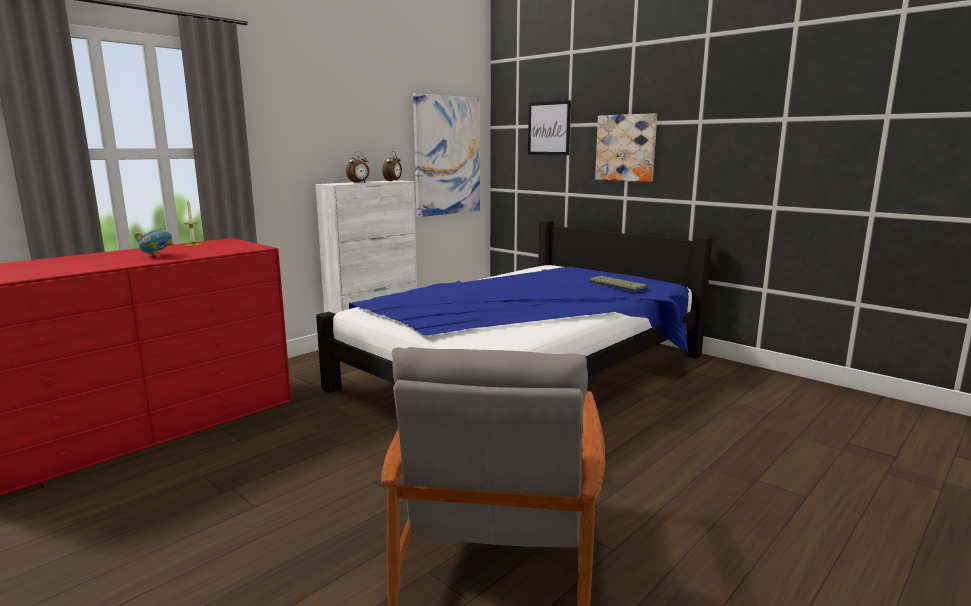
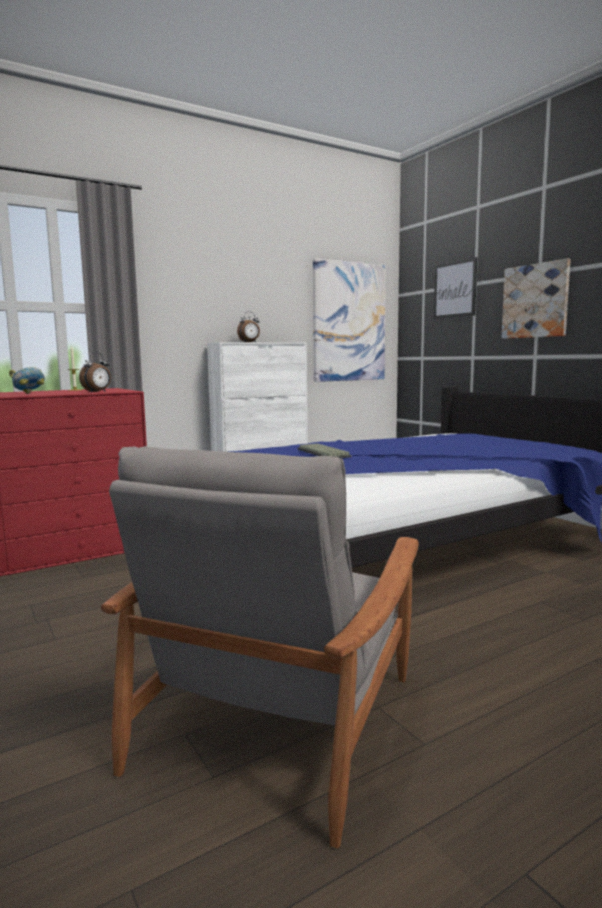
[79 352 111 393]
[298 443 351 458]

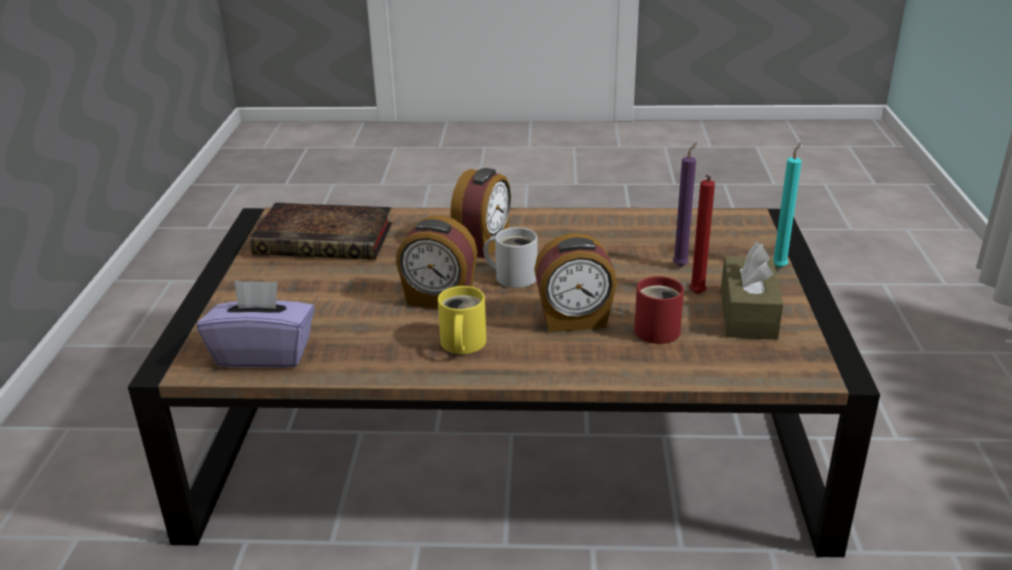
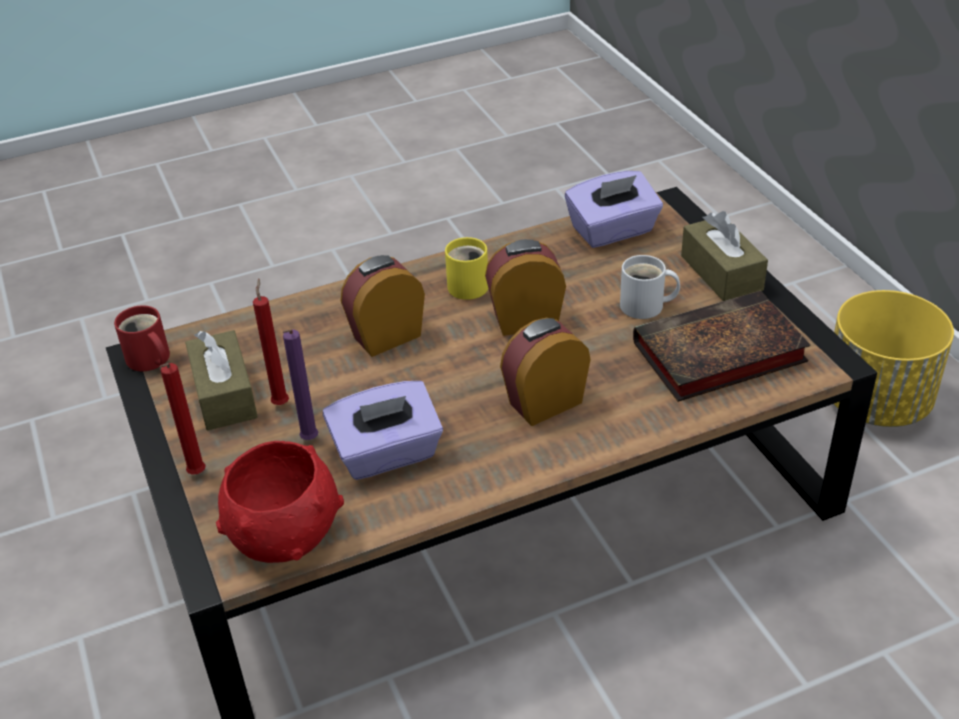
[114 305 170 371]
[159 363 206 475]
[216 441 344 563]
[323 381 443 480]
[500 318 591 426]
[620 255 680 319]
[681 211 768 301]
[834 290 954 427]

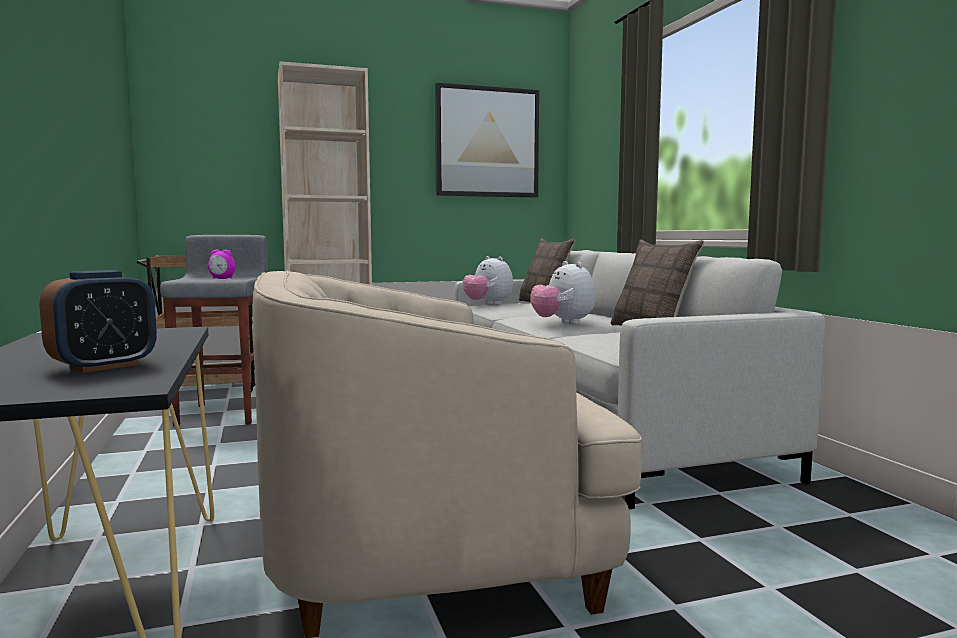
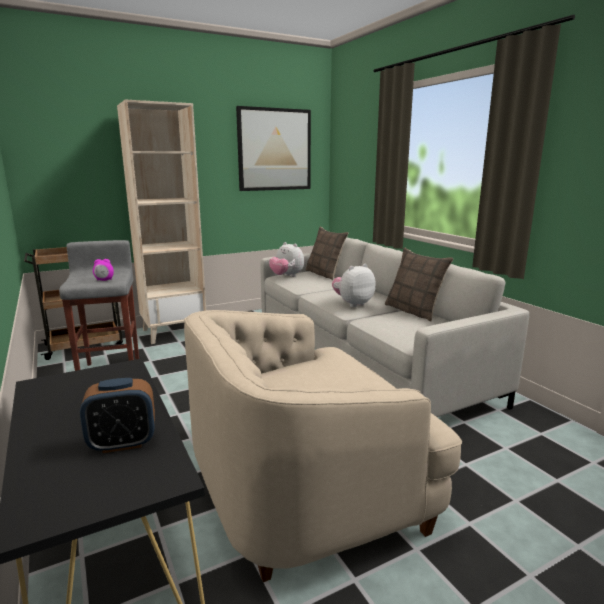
[80 378 155 453]
[332 264 376 307]

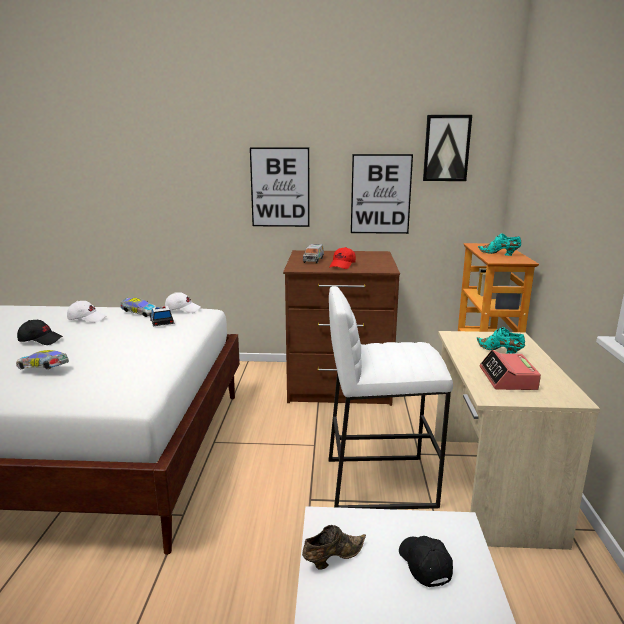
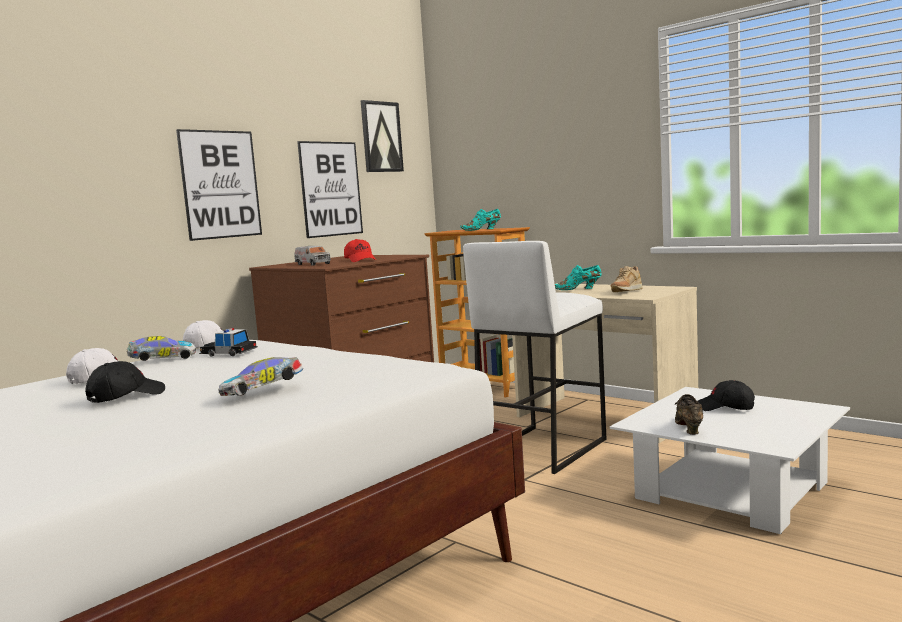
[611 266 642 292]

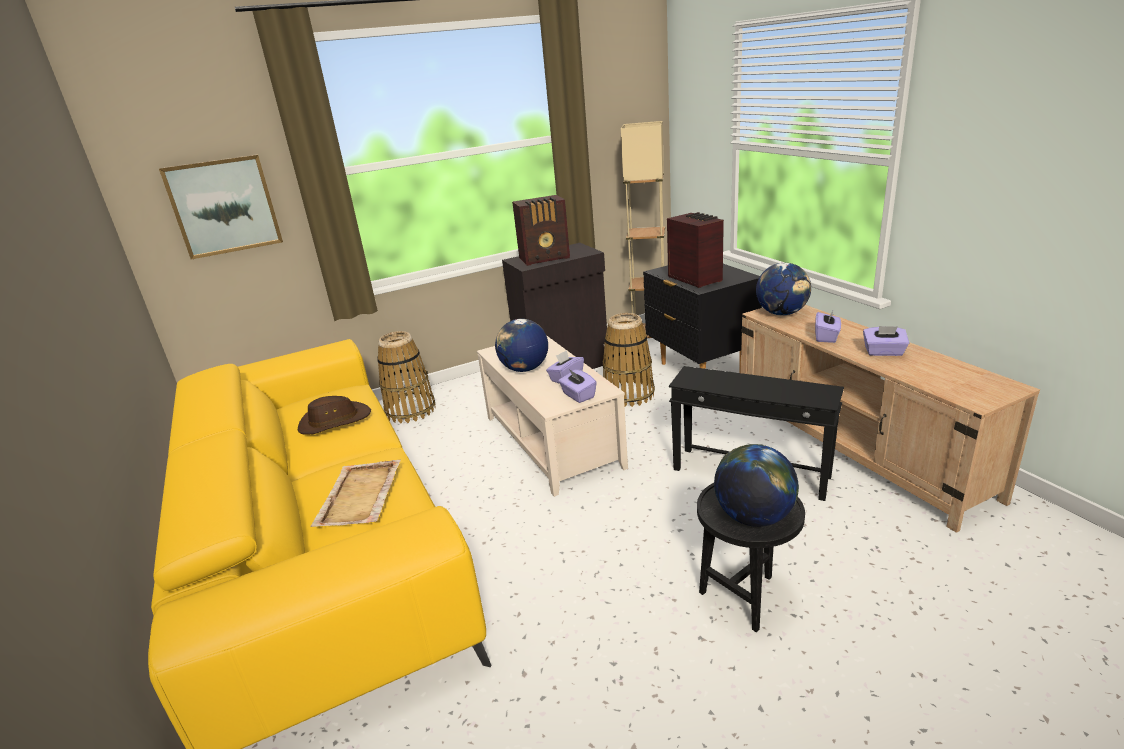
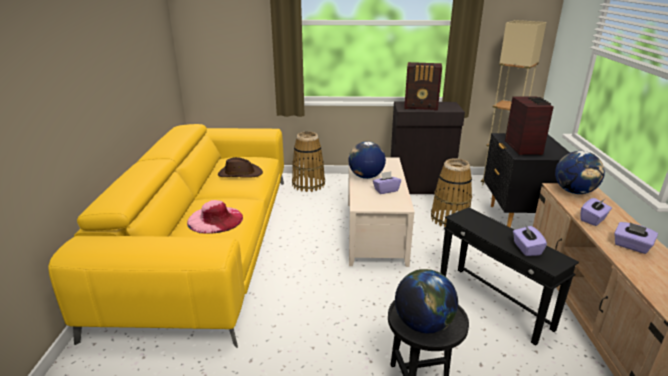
[187 200 243 234]
[513 224 547 256]
[159 154 283 259] (first image)

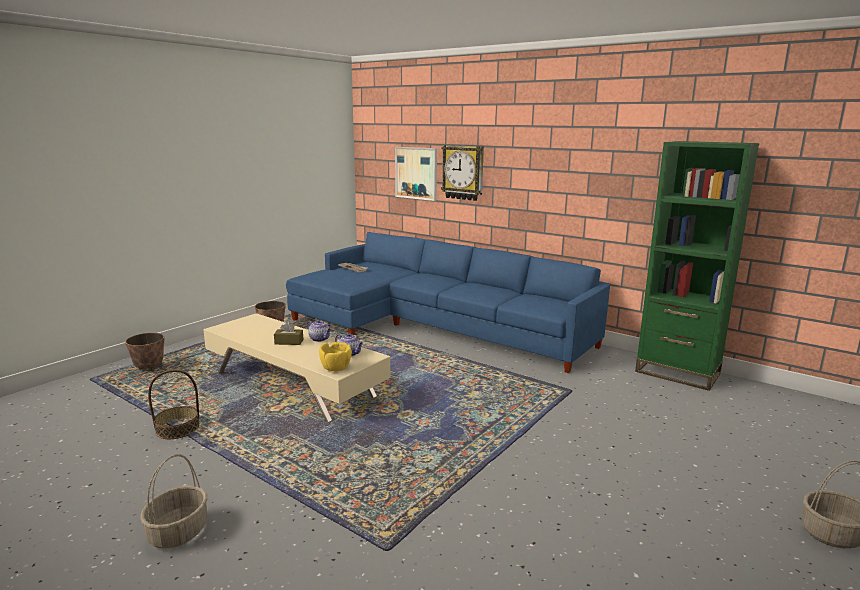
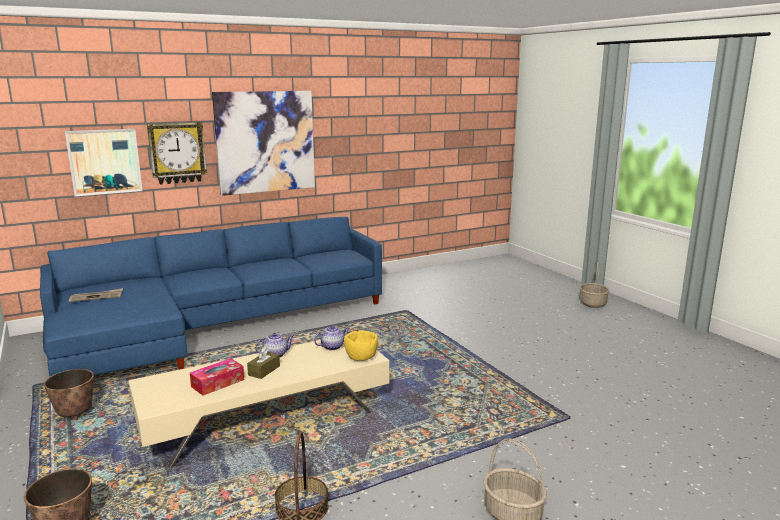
[190 358 244 395]
[212 91 315 196]
[635 141 759 391] (first image)

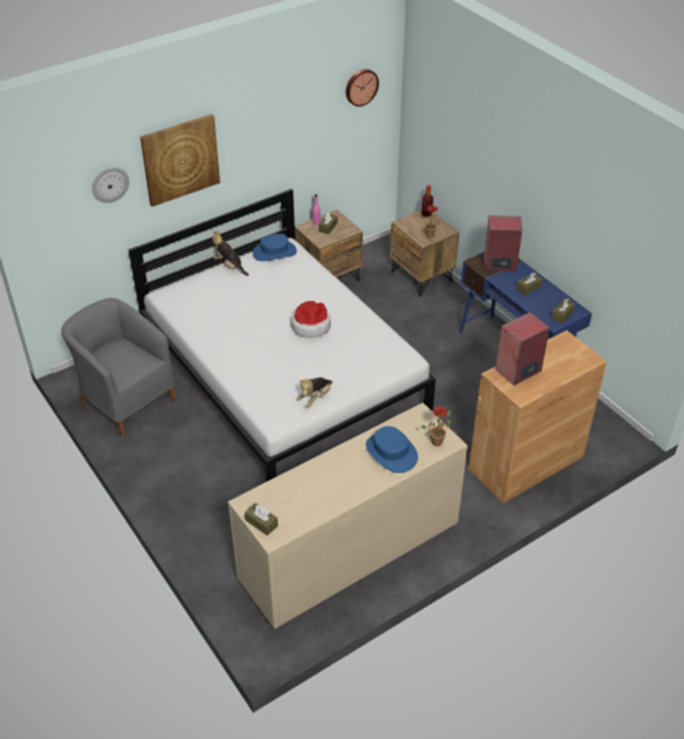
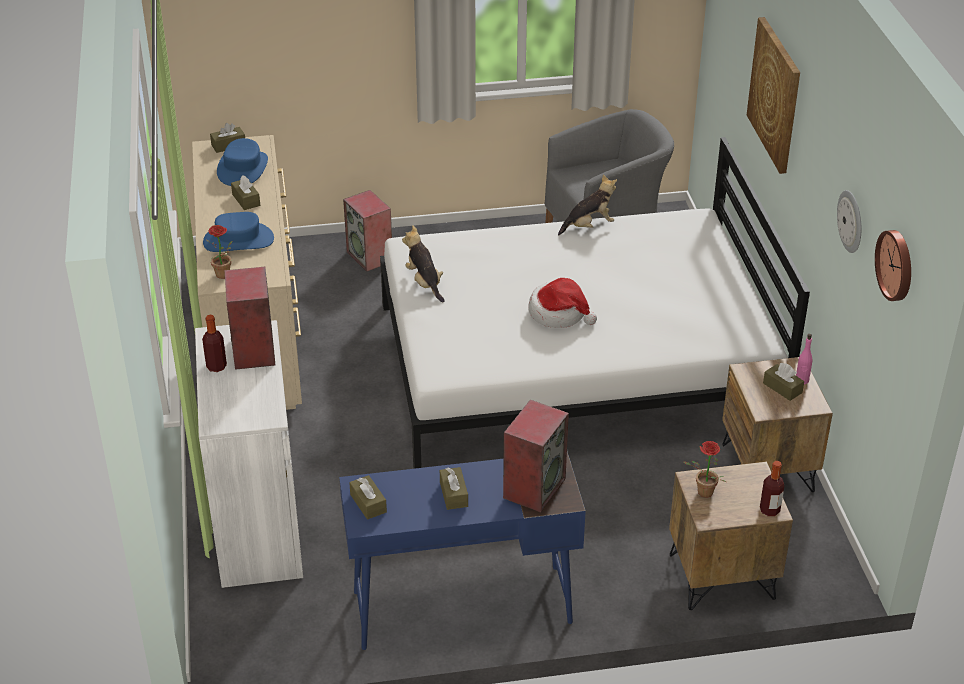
[195 320 303 588]
[202 315 227 372]
[217 138 268 186]
[231 175 260 210]
[343 190 392 272]
[558 174 617 235]
[837 190 861 253]

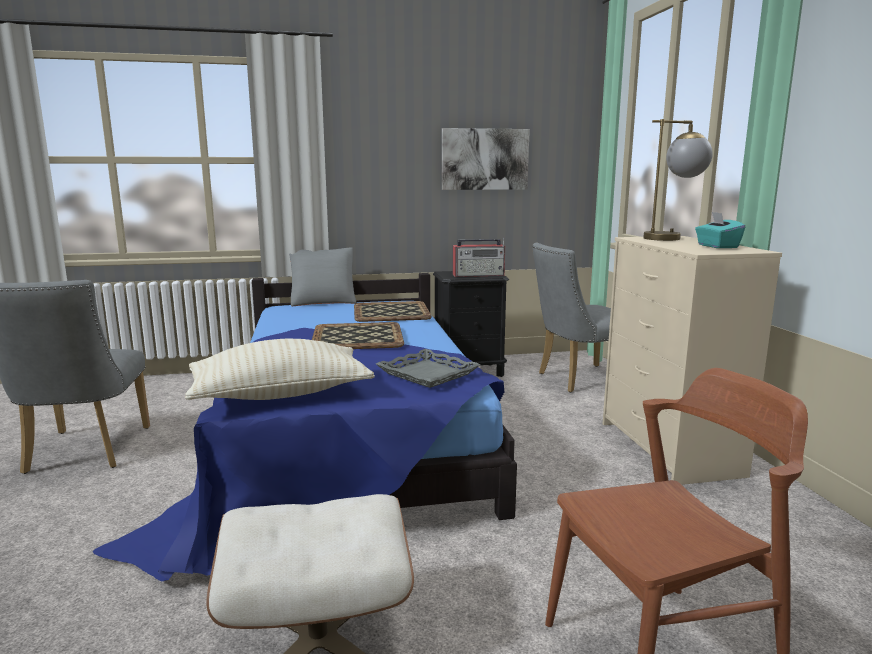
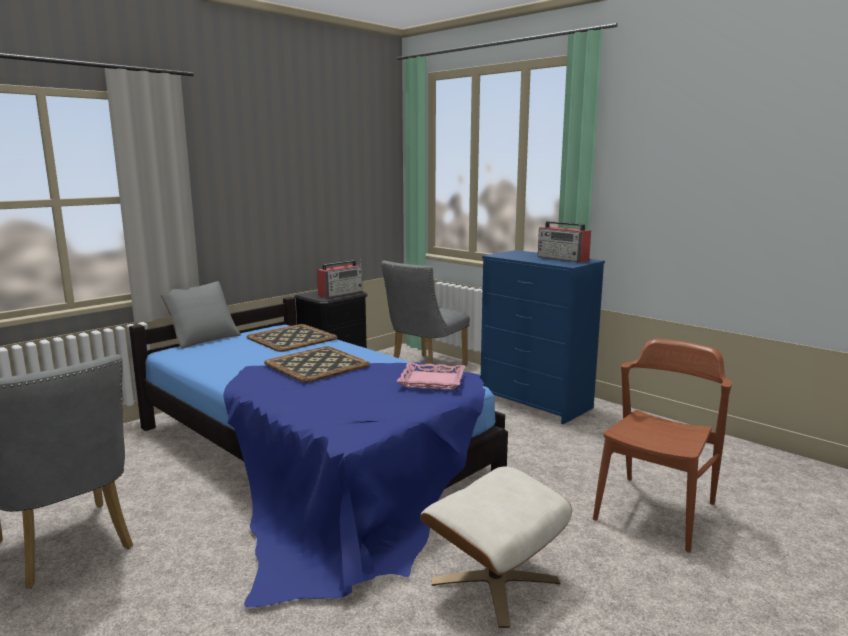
[397 362 465 390]
[481 250 605 424]
[538 221 591 263]
[185 339 375 400] (first image)
[442 128 530 190] (first image)
[643 119 713 241] (first image)

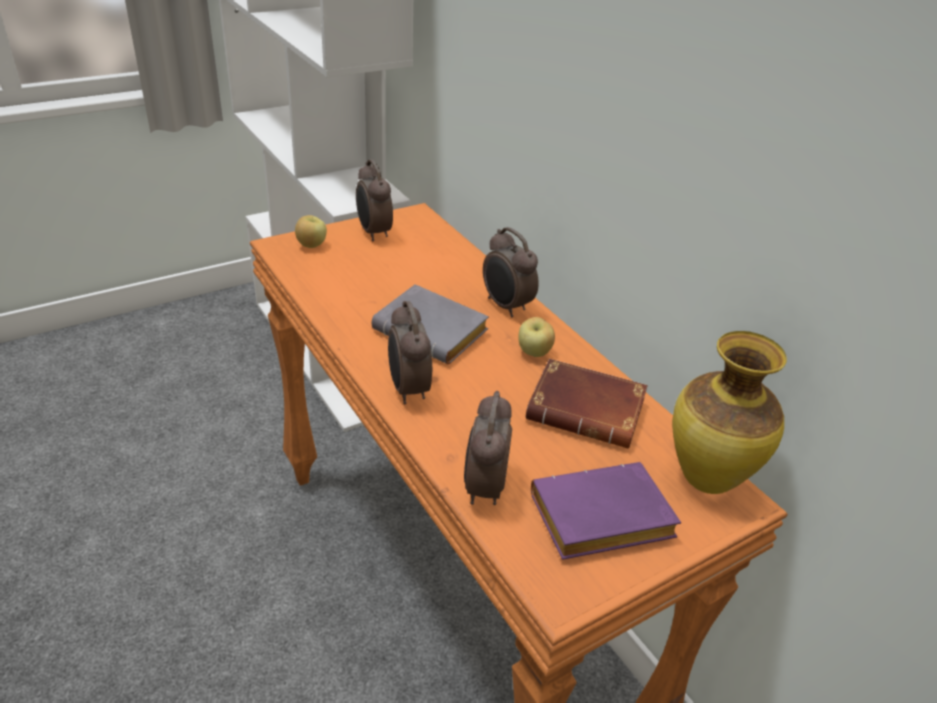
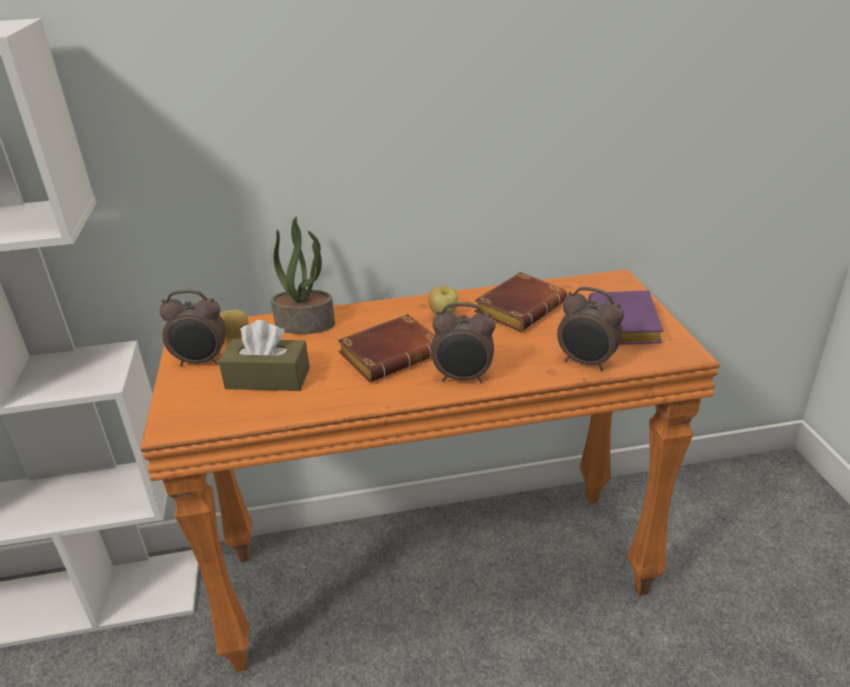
[218 320 310 391]
[220 310 248 340]
[271 217 335 334]
[337 314 434 382]
[483 227 539 317] (first image)
[672 331 787 494] (first image)

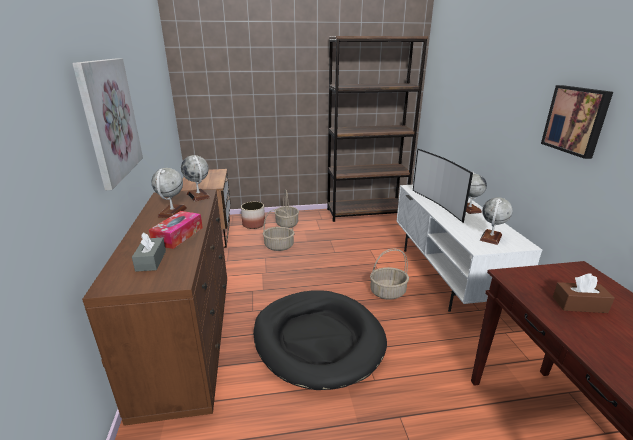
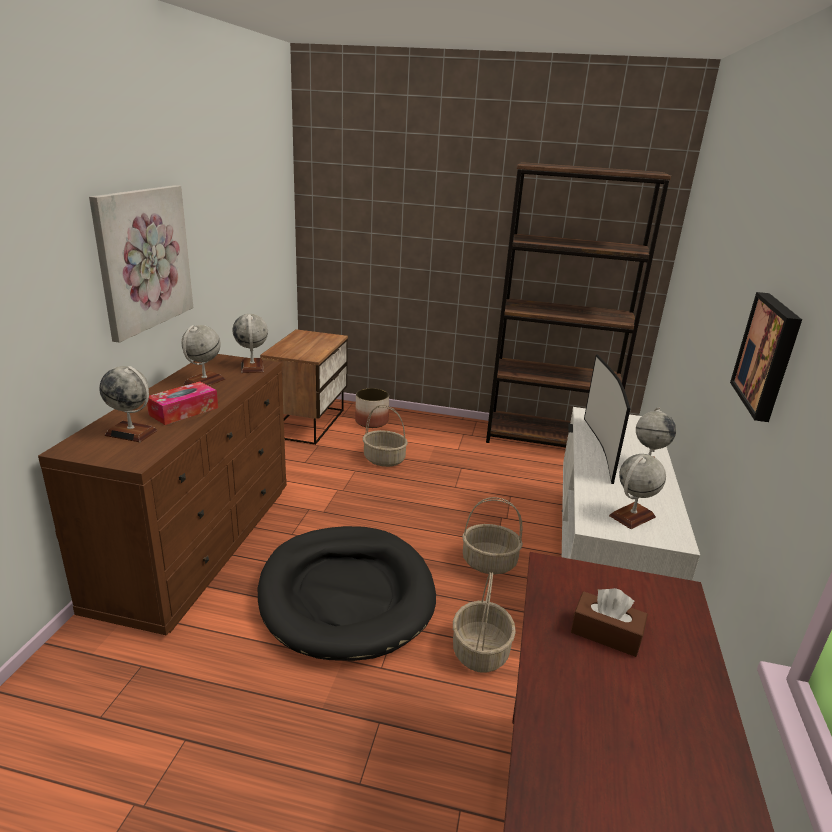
[99 366 157 442]
[453 572 516 673]

